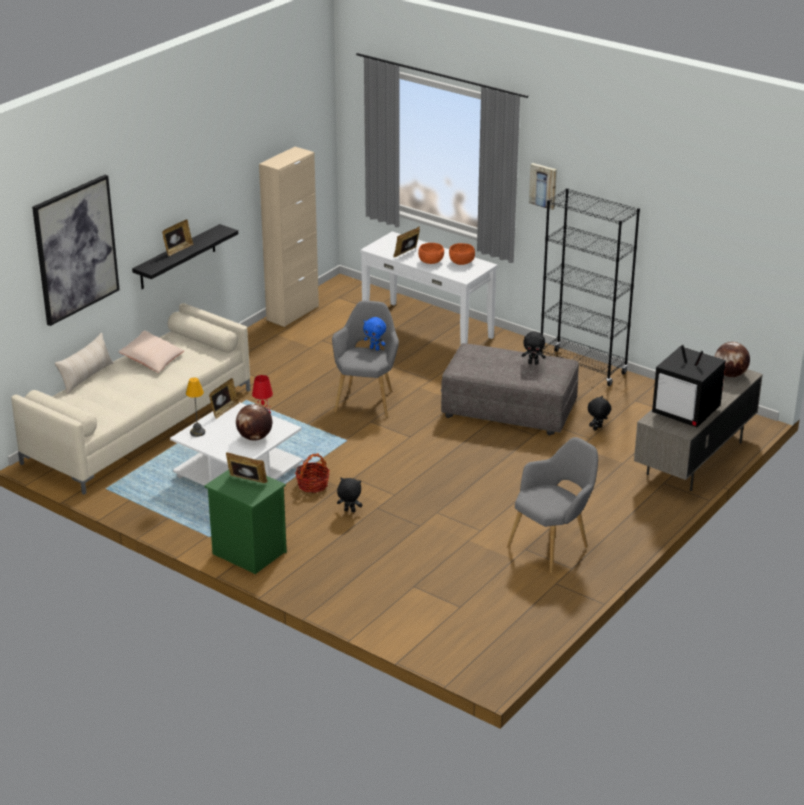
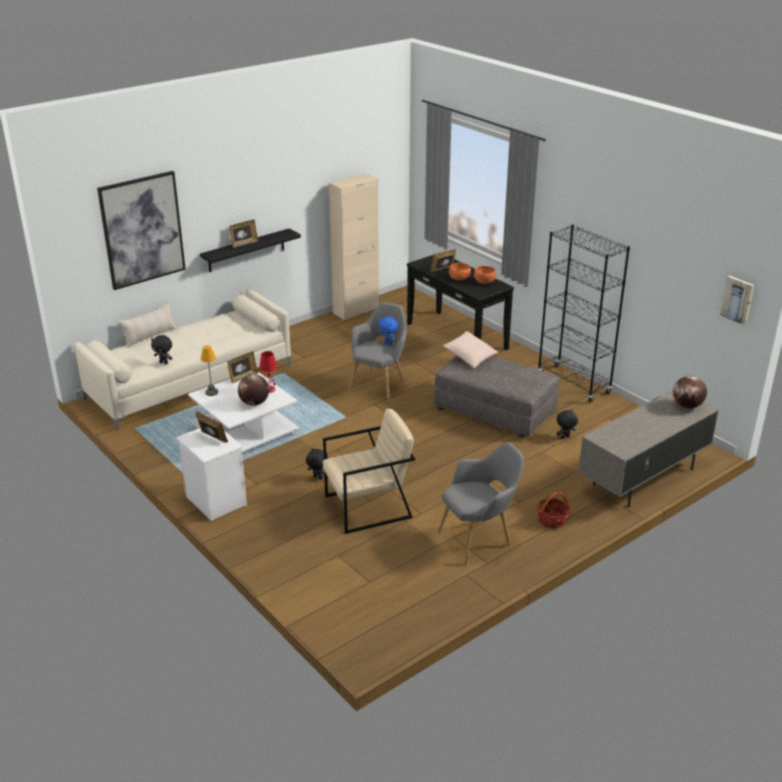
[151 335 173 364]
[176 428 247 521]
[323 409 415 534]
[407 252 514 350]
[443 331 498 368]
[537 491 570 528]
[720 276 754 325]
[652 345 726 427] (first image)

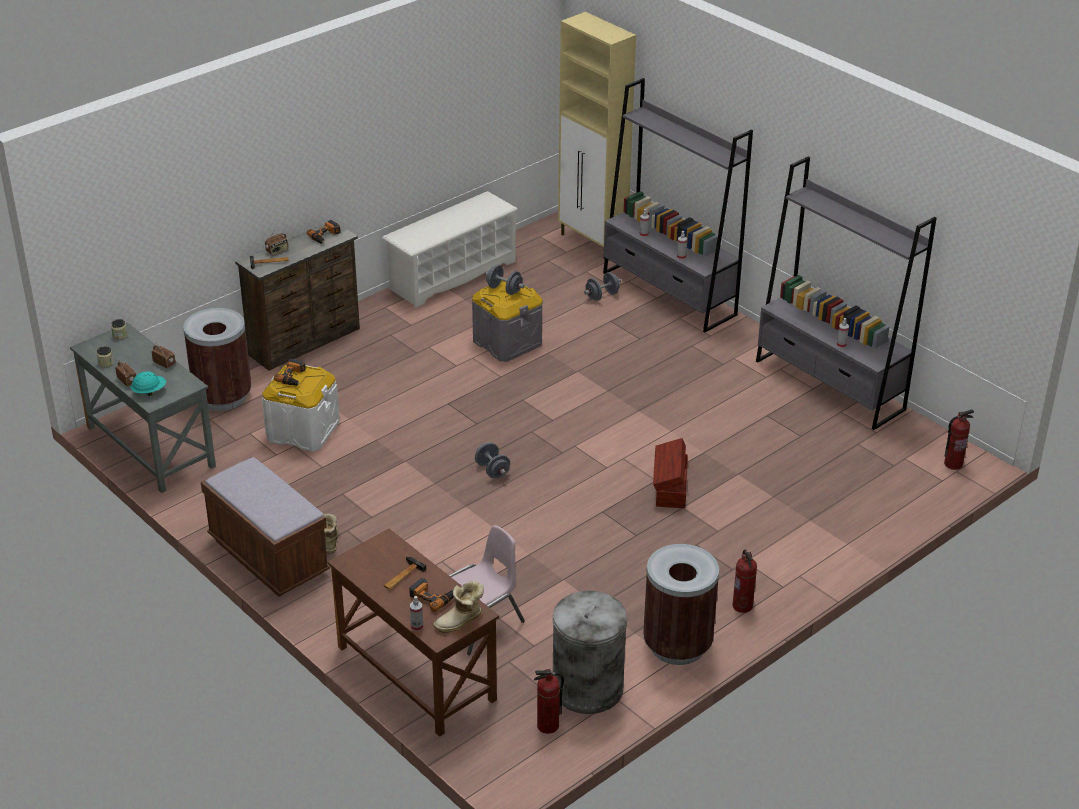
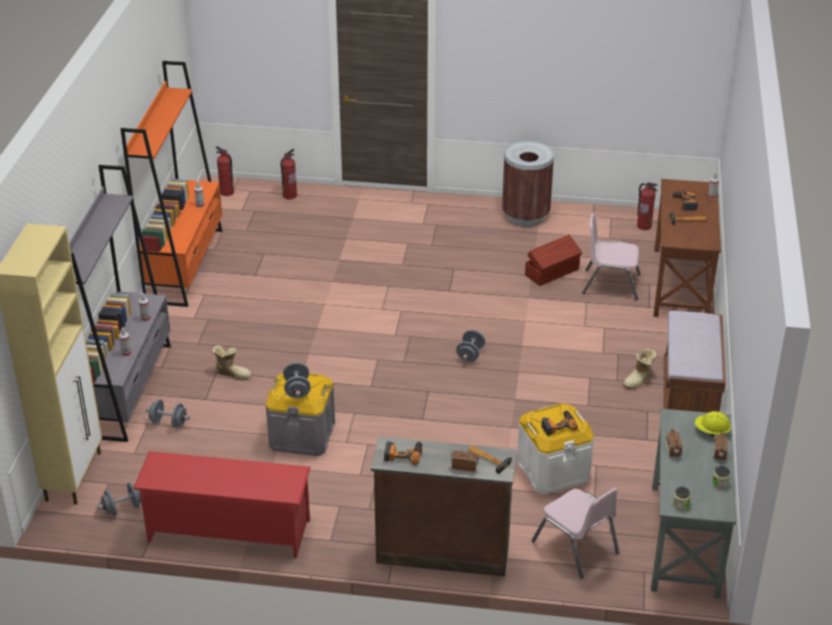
[97 482 141 516]
[120 61 222 307]
[133 451 311 558]
[212 345 252 380]
[280 149 297 200]
[525 235 582 286]
[531 488 619 579]
[695 411 731 437]
[553 591 627 714] (first image)

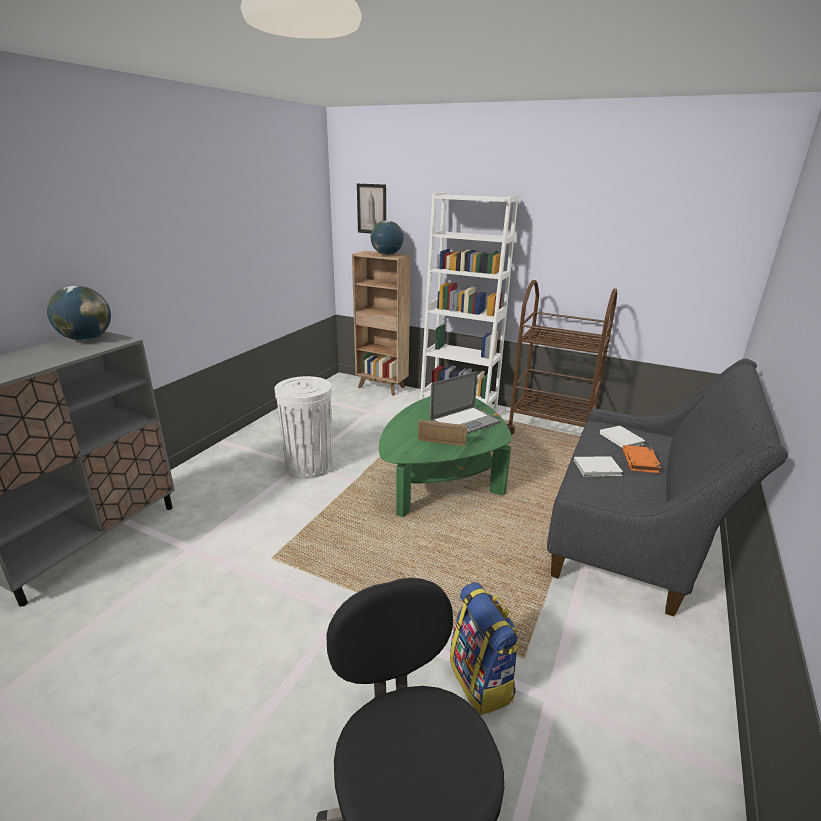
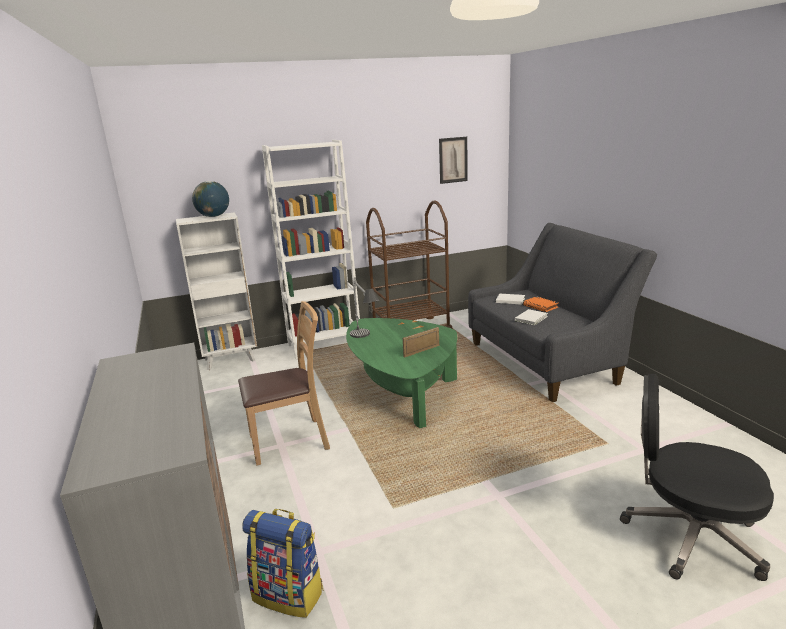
[176 213 257 370]
[238 301 330 466]
[242 509 323 618]
[350 277 380 338]
[439 137 468 184]
[47 286 111 341] (first image)
[430 371 501 434] (first image)

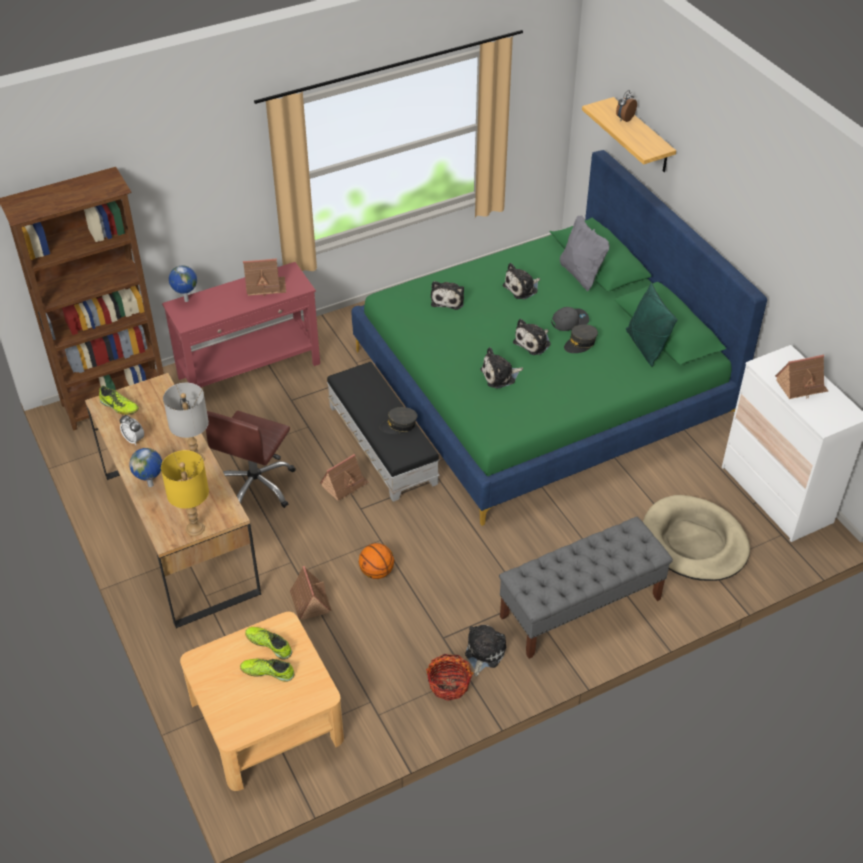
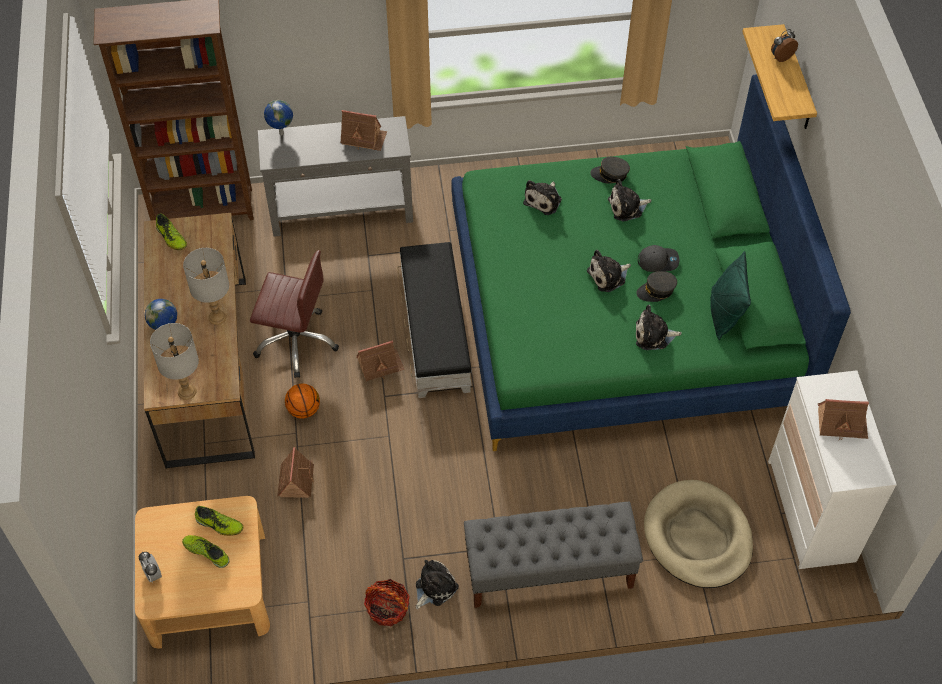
[139 552 162 583]
[150 323 199 400]
[195 506 243 536]
[250 250 339 378]
[258 116 413 237]
[285 383 320 419]
[591 157 630 184]
[636 305 682 350]
[560 215 609 291] (first image)

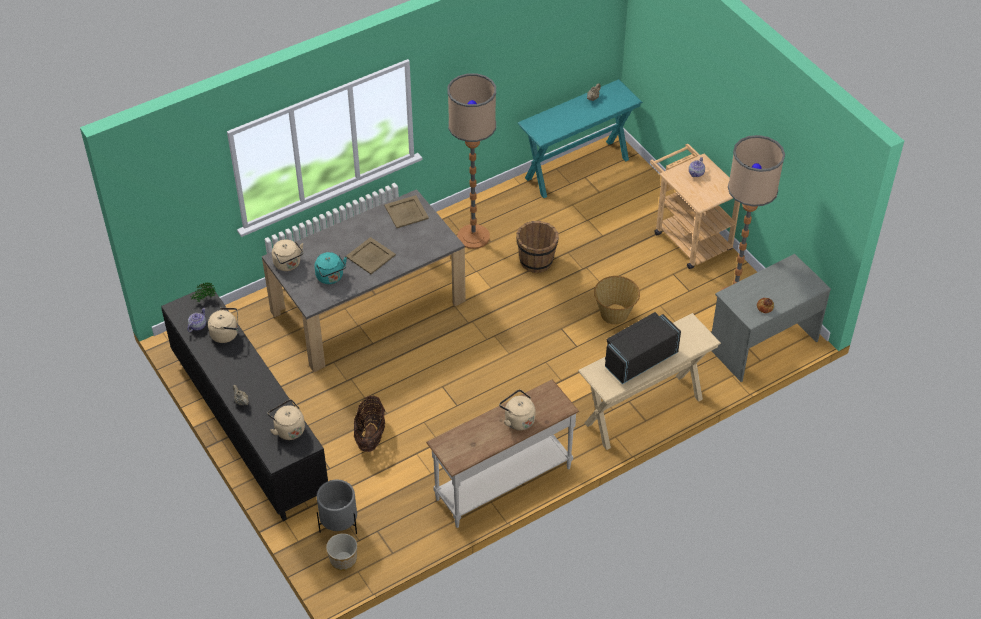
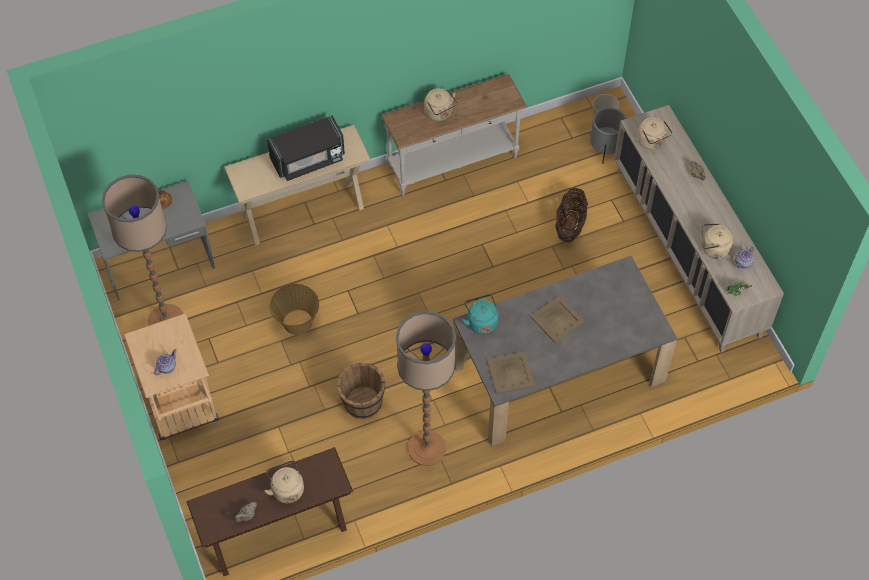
[186 447 353 576]
[264 460 304 503]
[462 294 498 334]
[614 105 784 353]

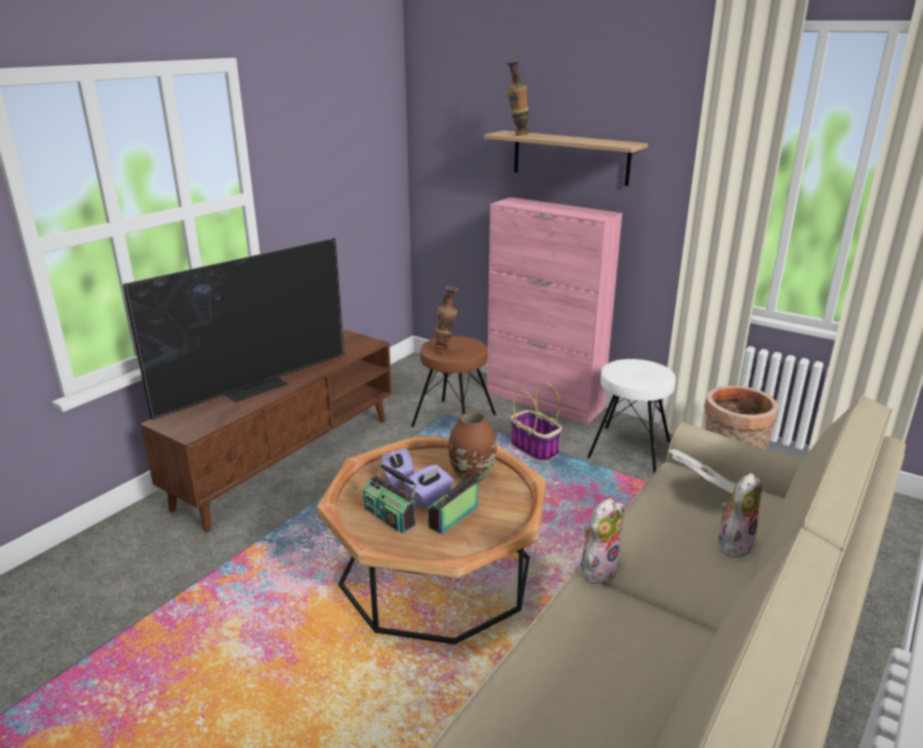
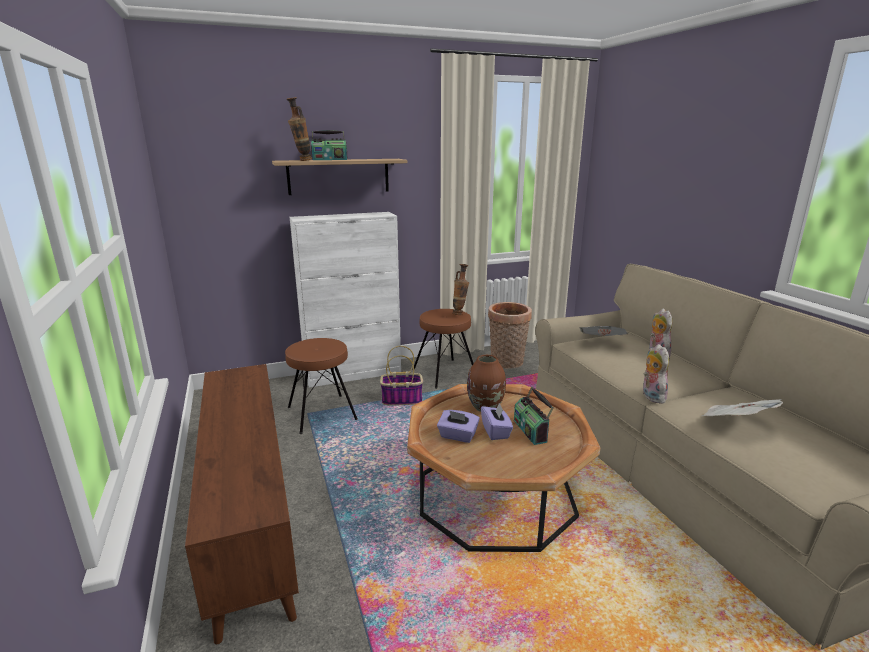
[290 212 401 388]
[311 130 347 160]
[414 309 474 389]
[452 264 469 315]
[702 399 783 416]
[123 238 344 419] (first image)

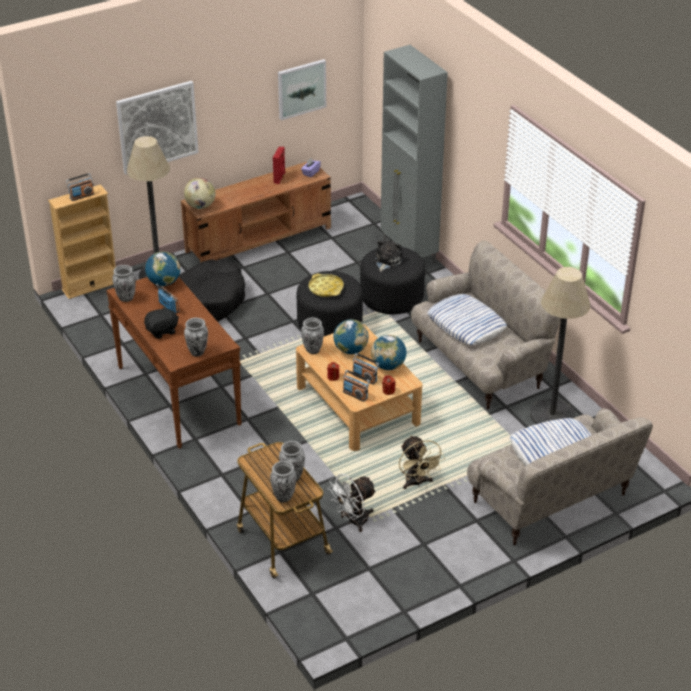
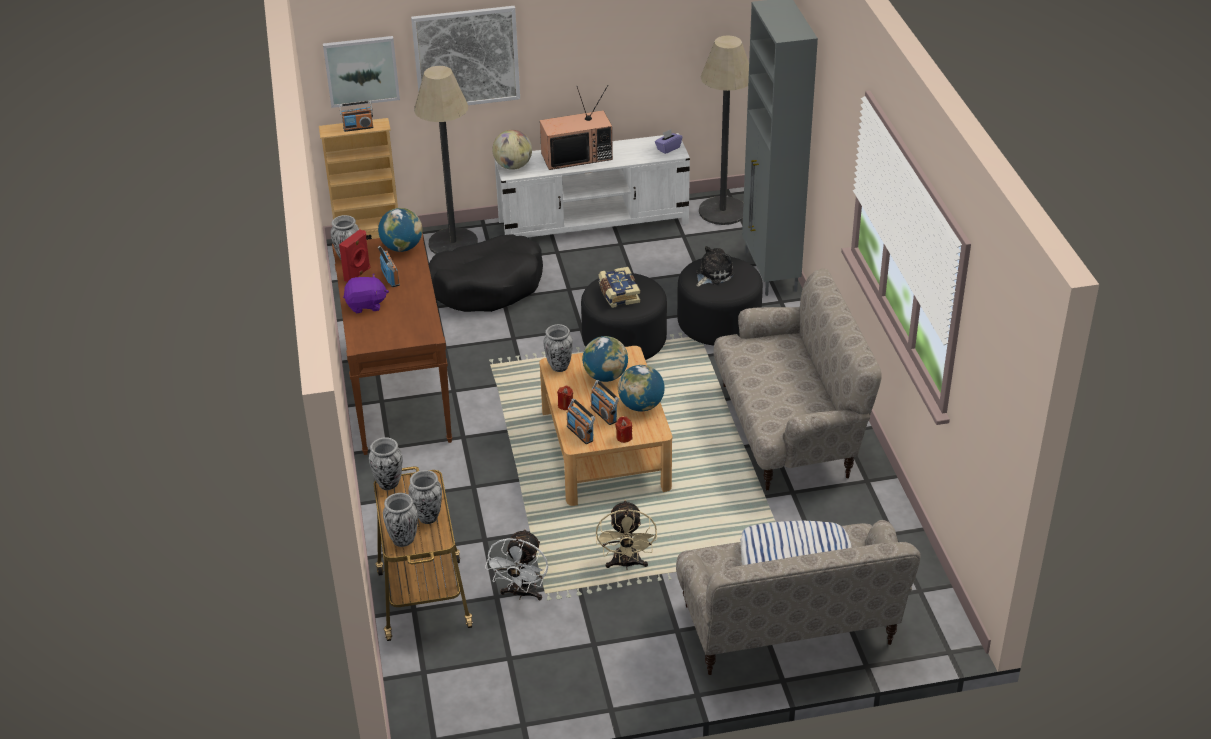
[323 36 400 108]
[339 229 370 282]
[343 274 389 313]
[369 437 402 490]
[485 529 548 600]
[495 133 690 237]
[540 85 613 170]
[599 267 640 308]
[699 36 749 225]
[427 294 507 345] (first image)

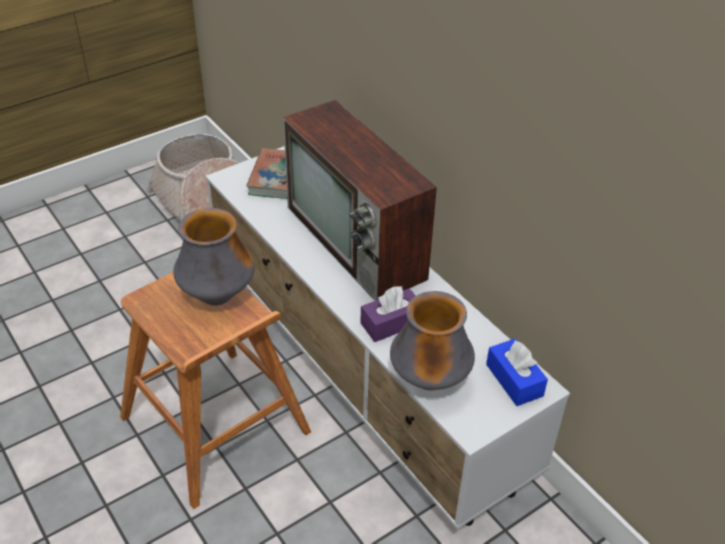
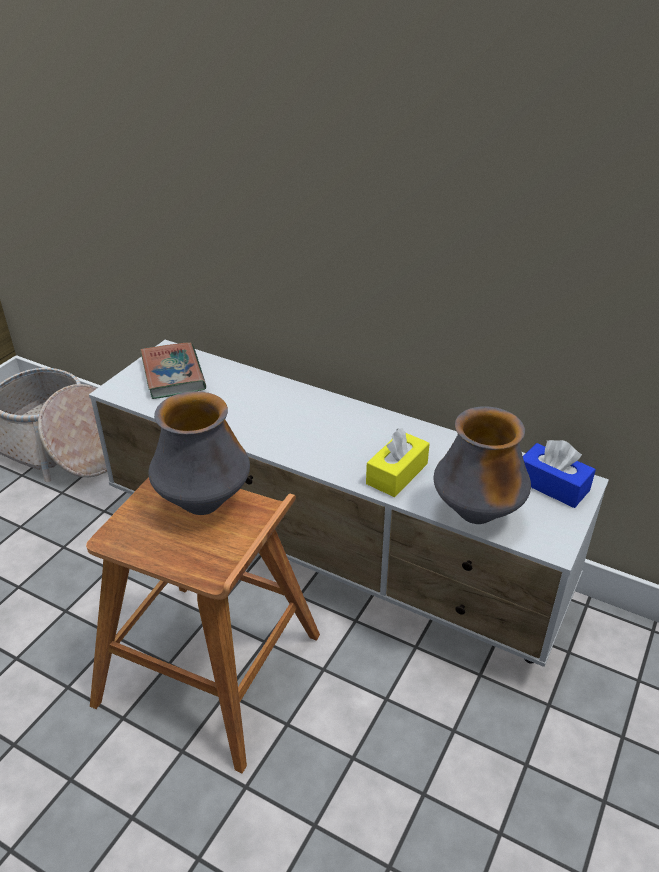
[366 428 430 497]
[283 100 437 301] (first image)

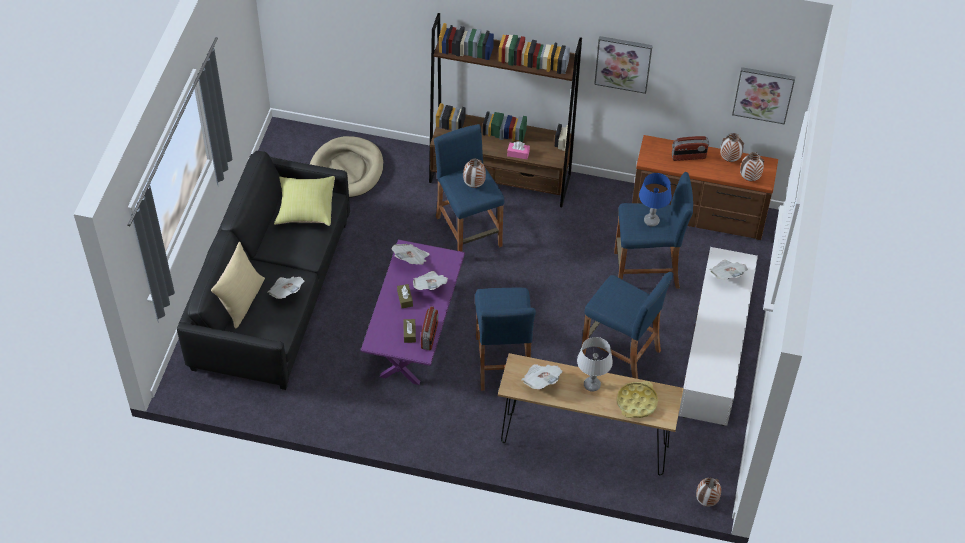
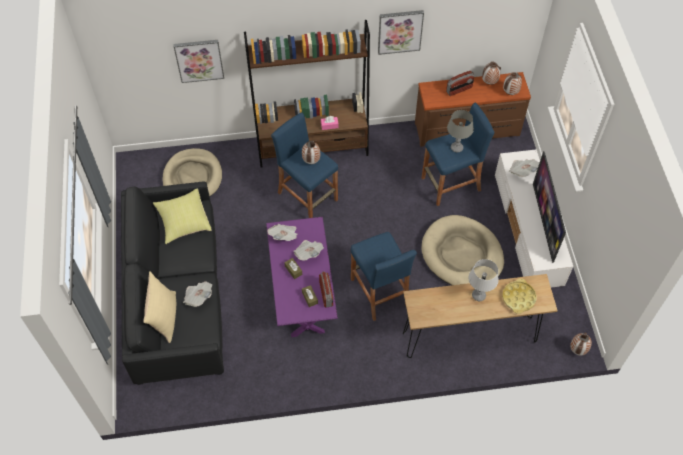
[173 40 224 83]
[422 215 504 285]
[447 110 474 152]
[533 151 566 263]
[522 364 563 389] (first image)

